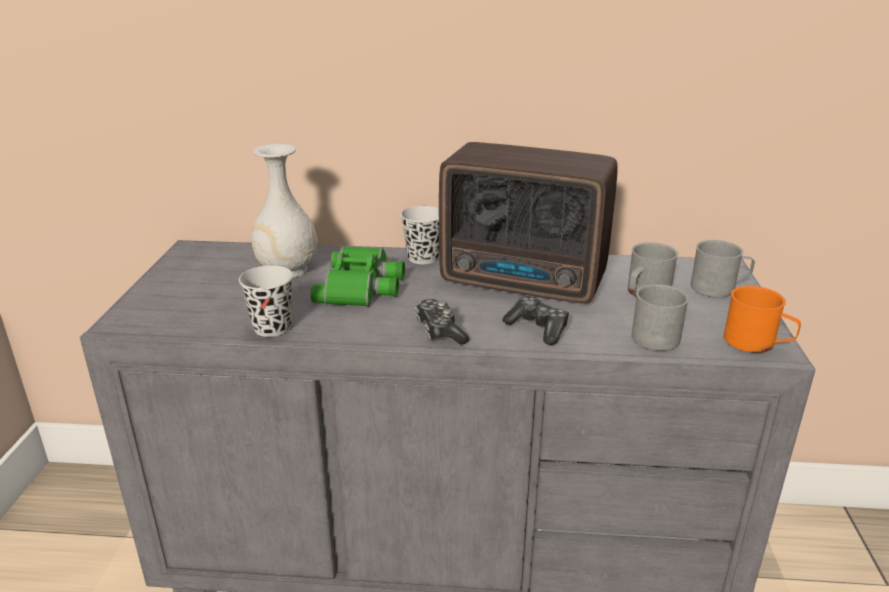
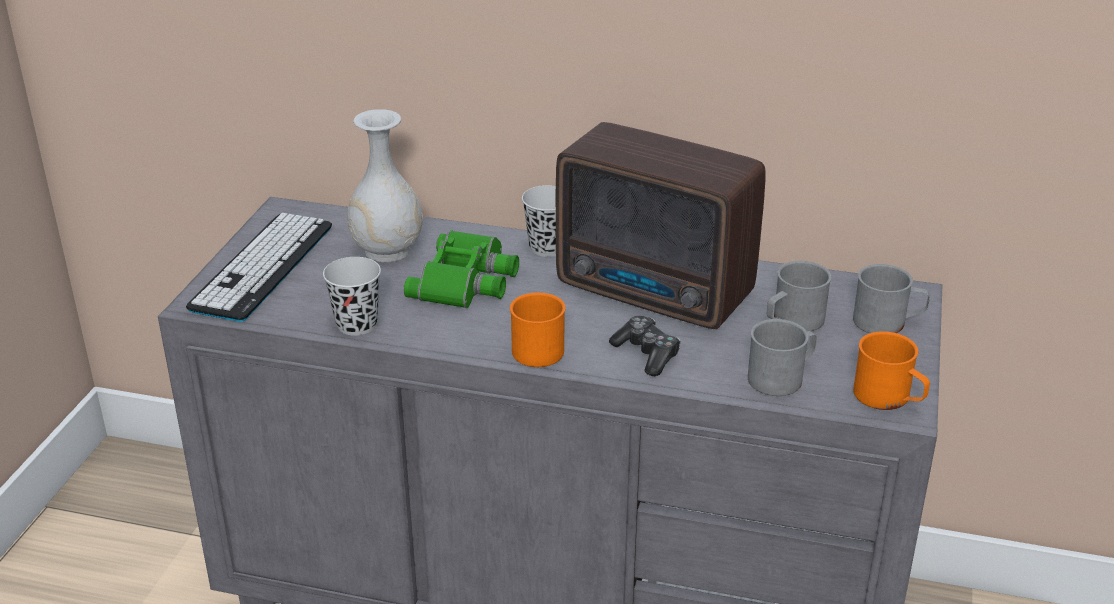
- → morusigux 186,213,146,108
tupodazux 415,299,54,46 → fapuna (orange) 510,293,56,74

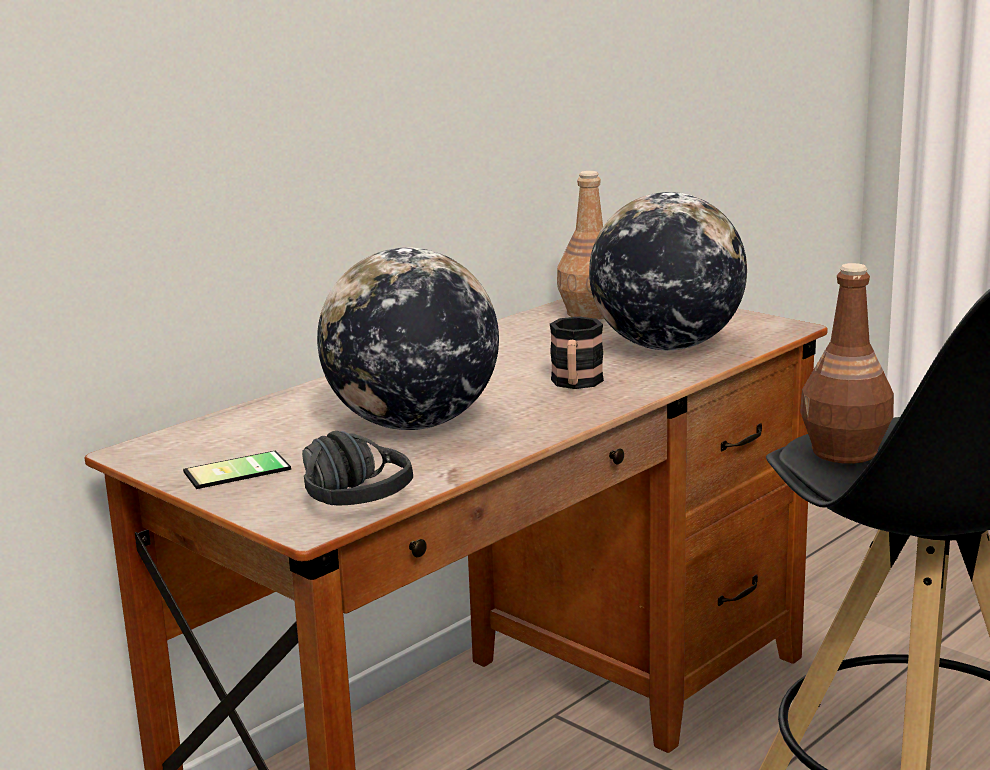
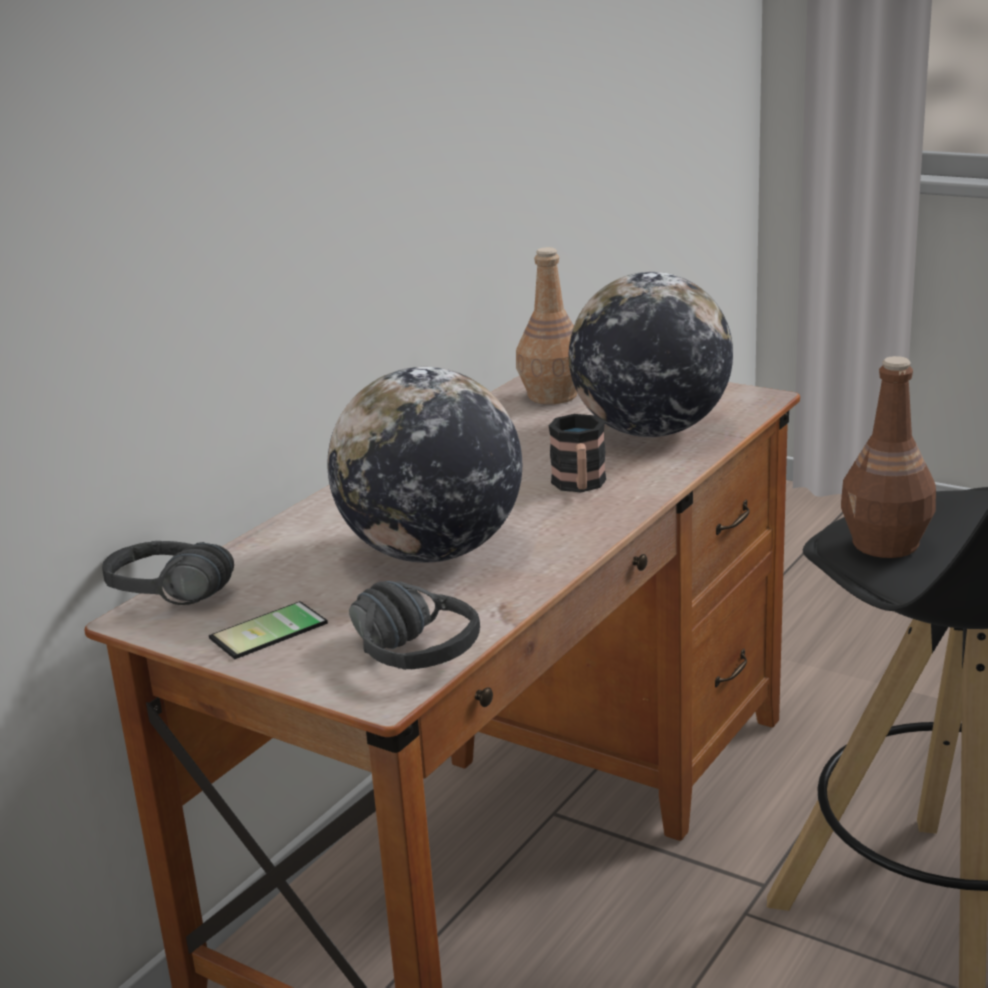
- → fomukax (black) 102,541,132,64

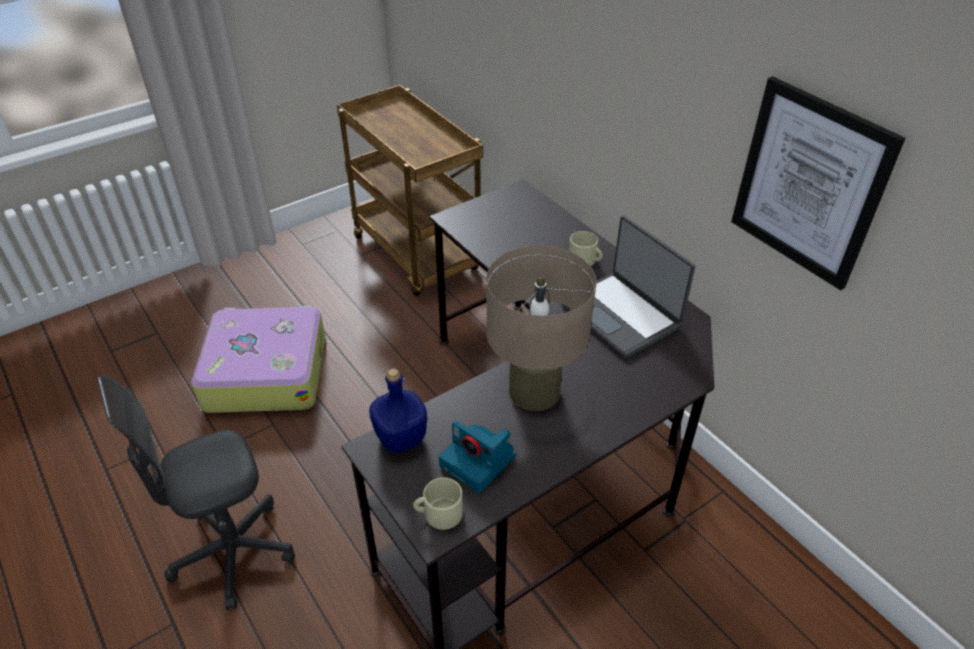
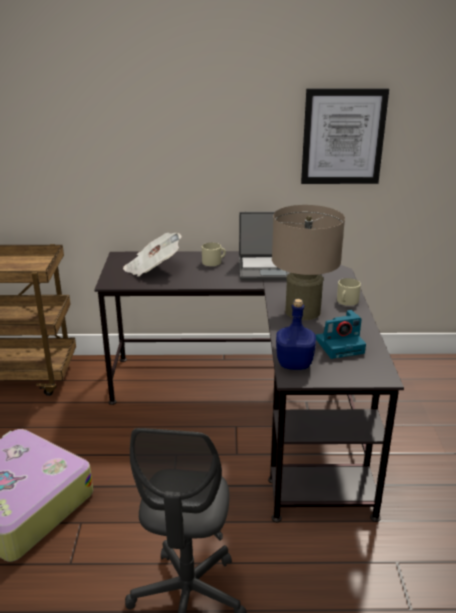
- → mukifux 123,233,59,44
fapuna (beige) 413,478,50,52 → fapuna (beige) 337,278,24,28, moved

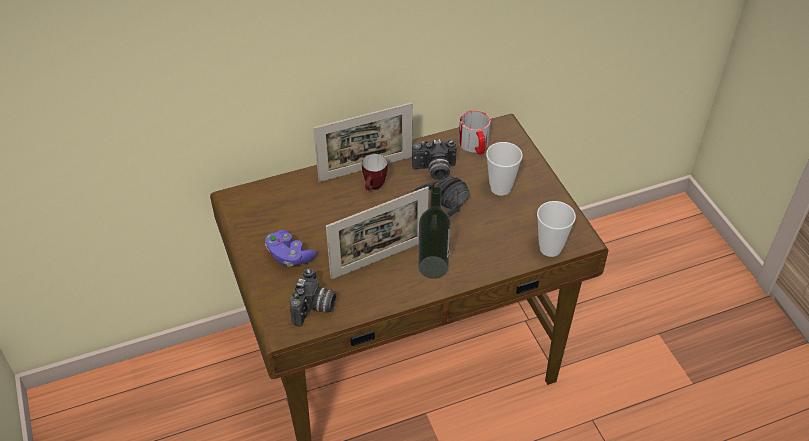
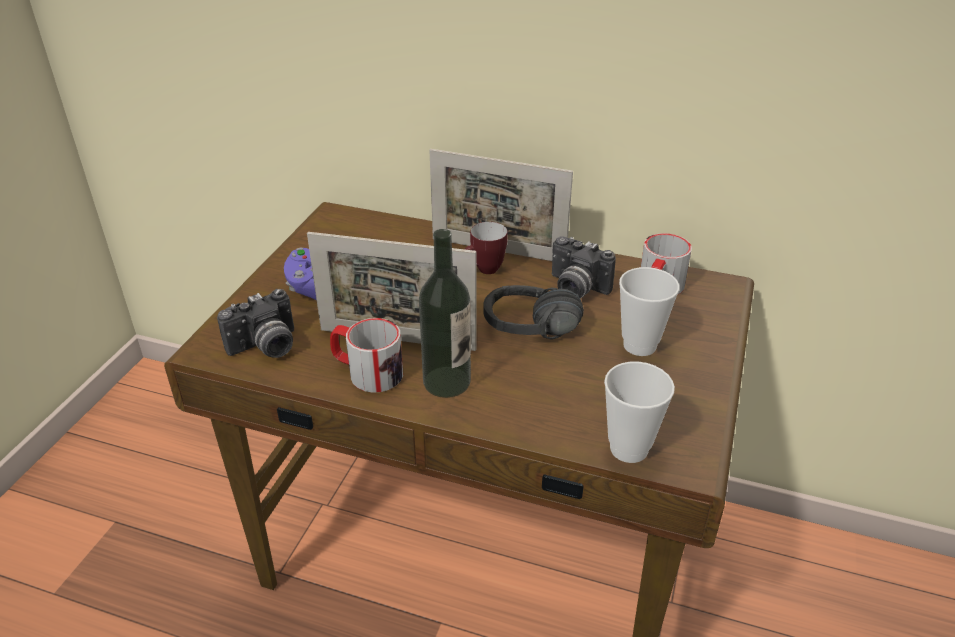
- → fapuna 330,318,73,75

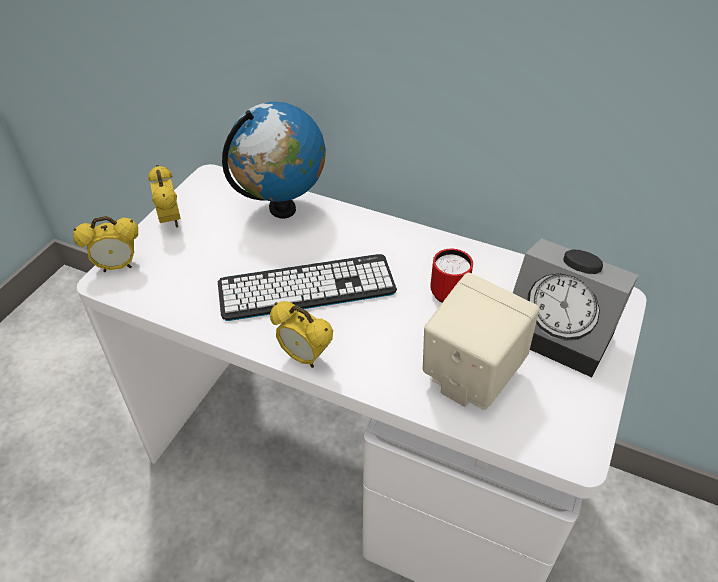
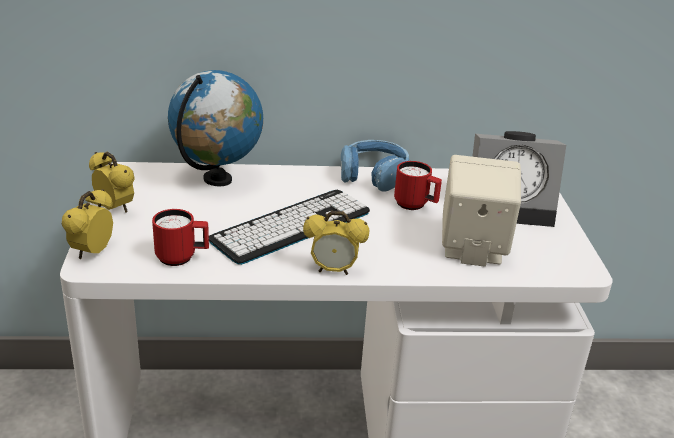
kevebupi 73,216,65,56 → kevebupi 62,189,51,70, 150 degrees clockwise
- → fapuna (red) 152,209,57,57
- → fomukax (blue) 341,140,68,52

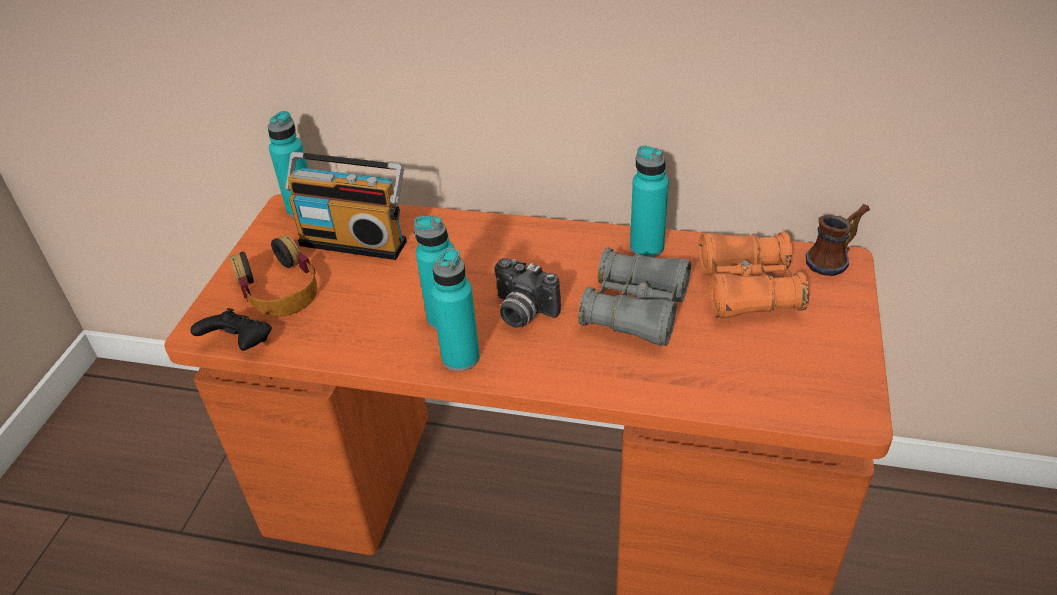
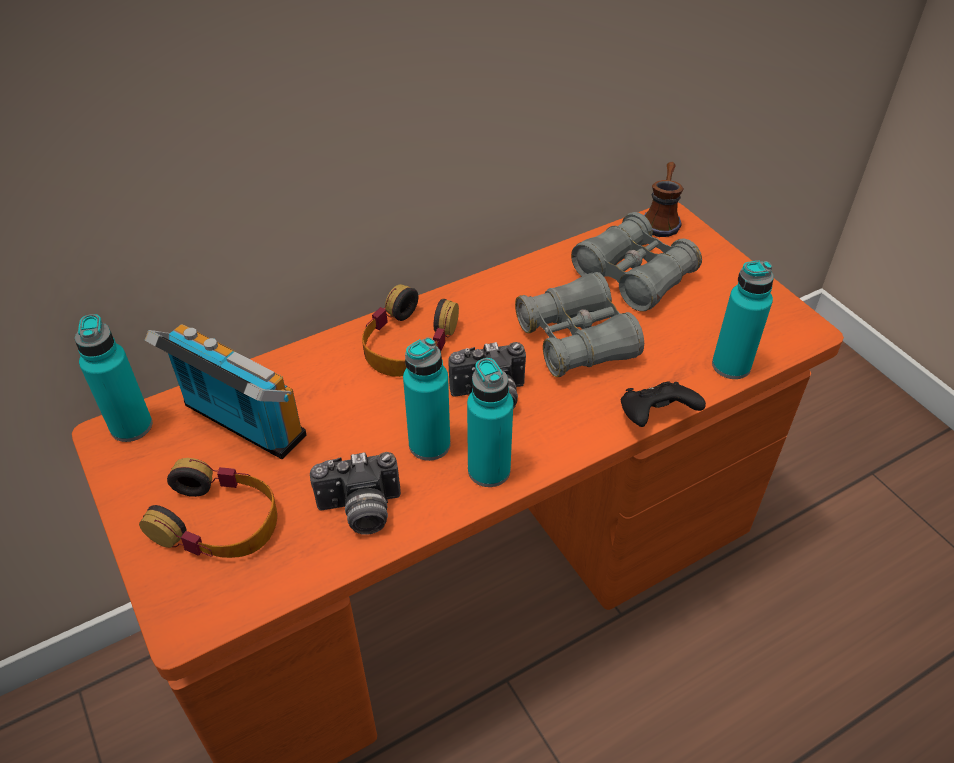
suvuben 285,152,122,108 → suvuben 145,324,162,135, 120 degrees counterclockwise
- → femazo 310,452,91,82
- → fomukax 362,284,97,93
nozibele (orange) 699,232,110,87 → nozibele (grey) 571,212,131,100
tupodazux (black) 191,308,81,43 → tupodazux (black) 621,382,85,45, moved
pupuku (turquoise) 630,145,39,113 → pupuku (turquoise) 712,261,62,118, moved

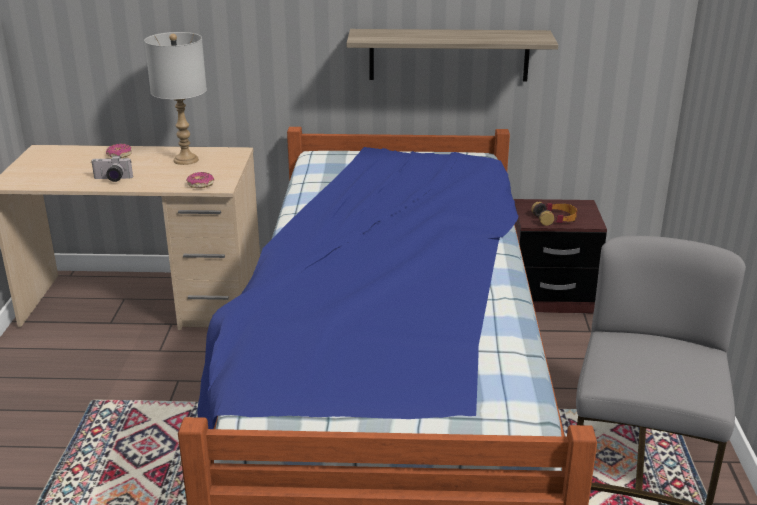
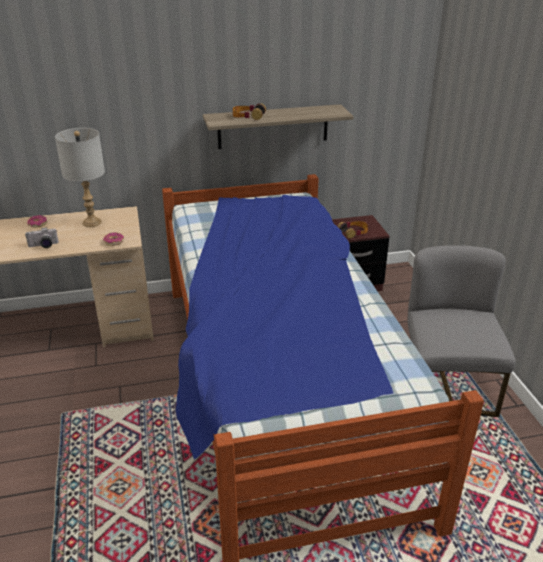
- → fomukax 233,103,33,17

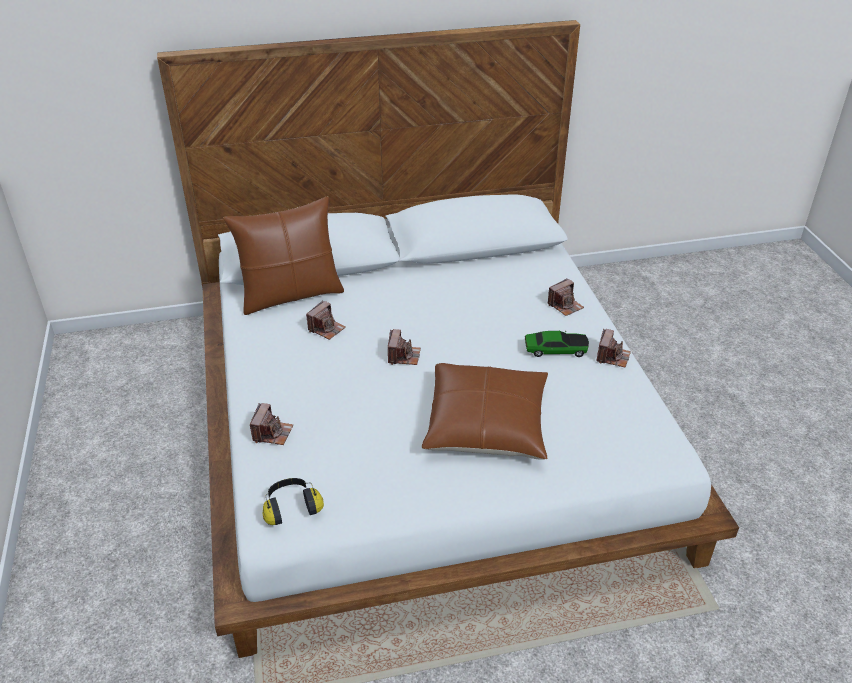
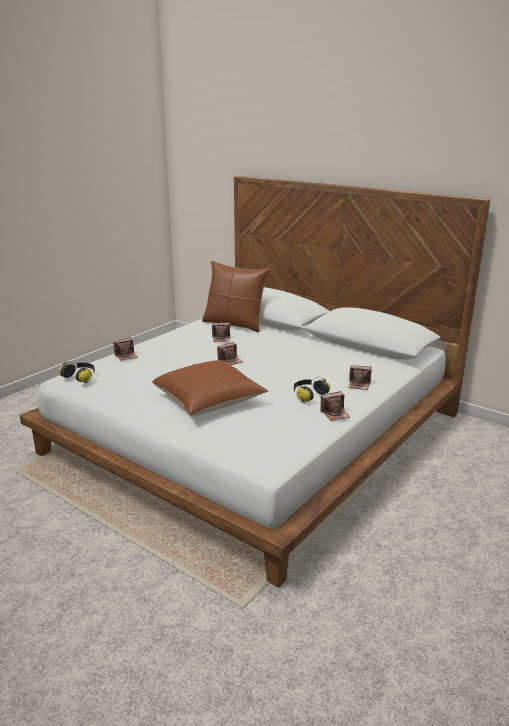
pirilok 525,330,64,27 → fomukax 294,377,36,26

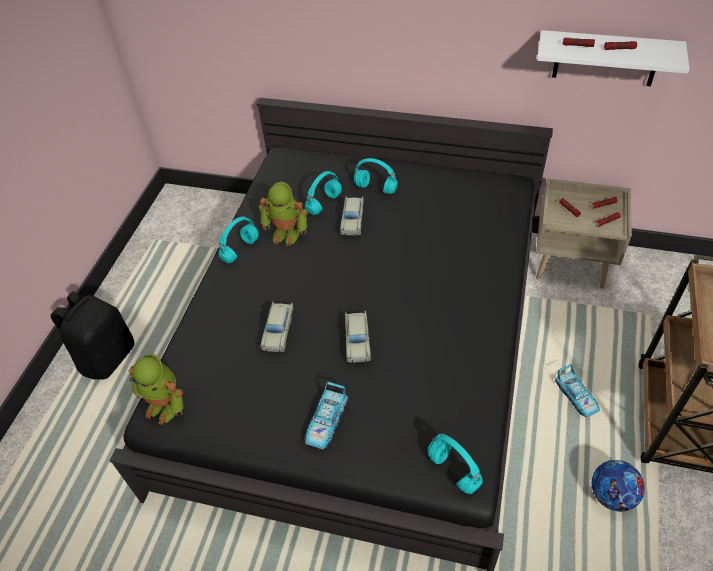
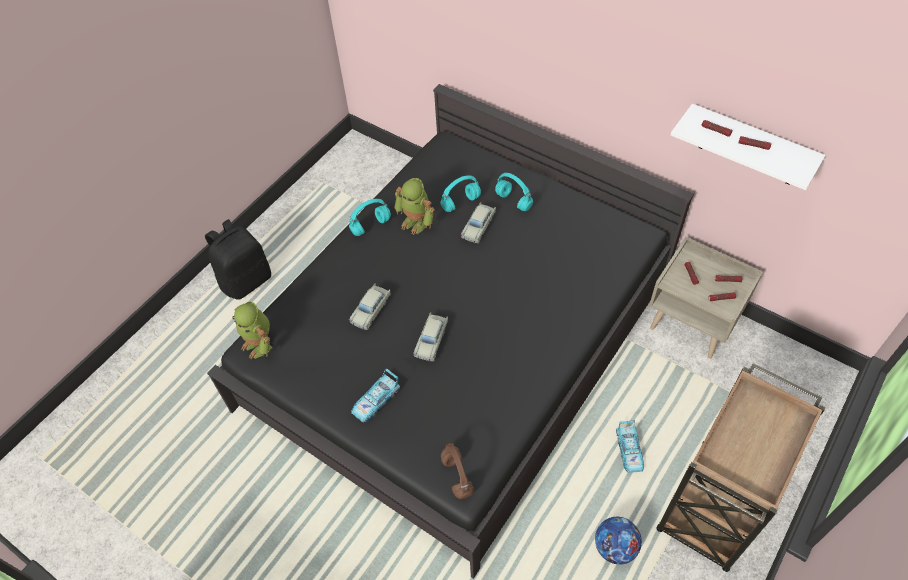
fomukax (turquoise) 428,434,55,60 → fomukax (brown) 441,443,33,56

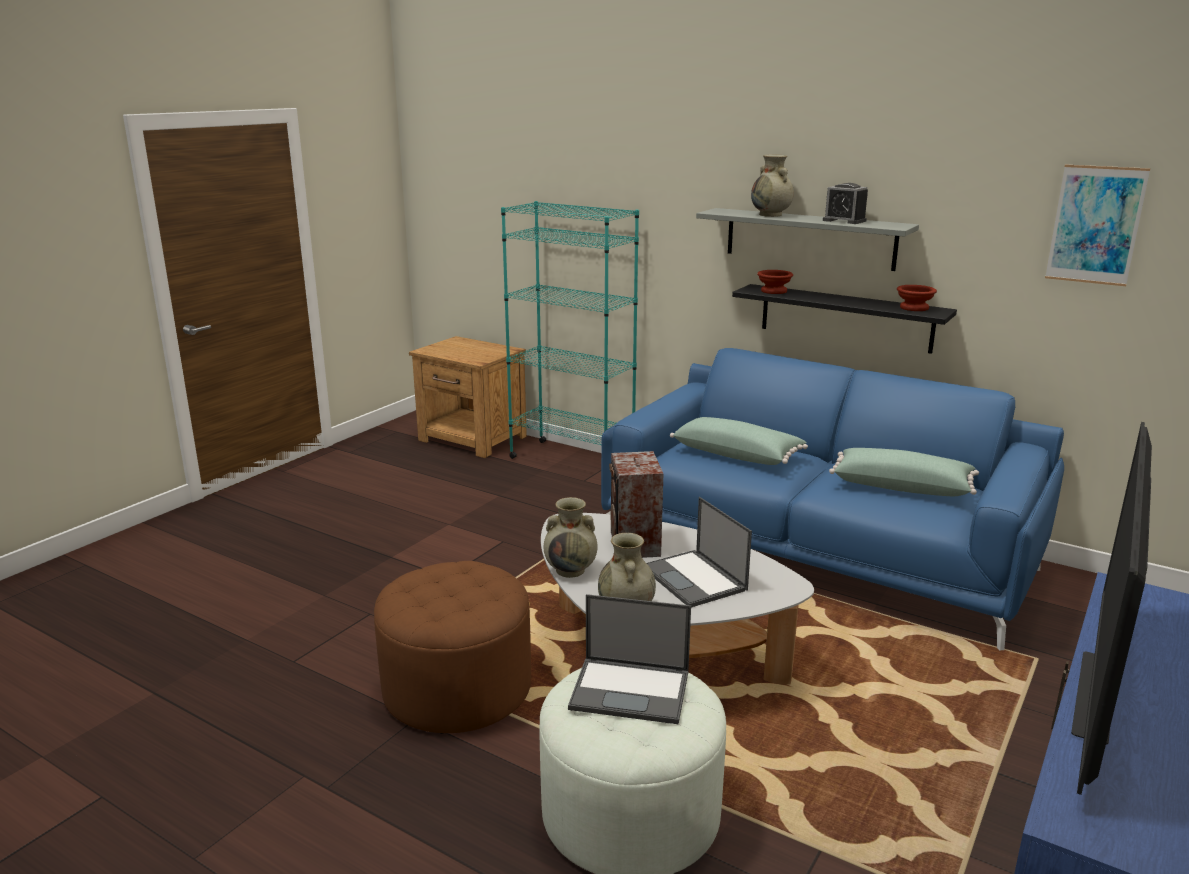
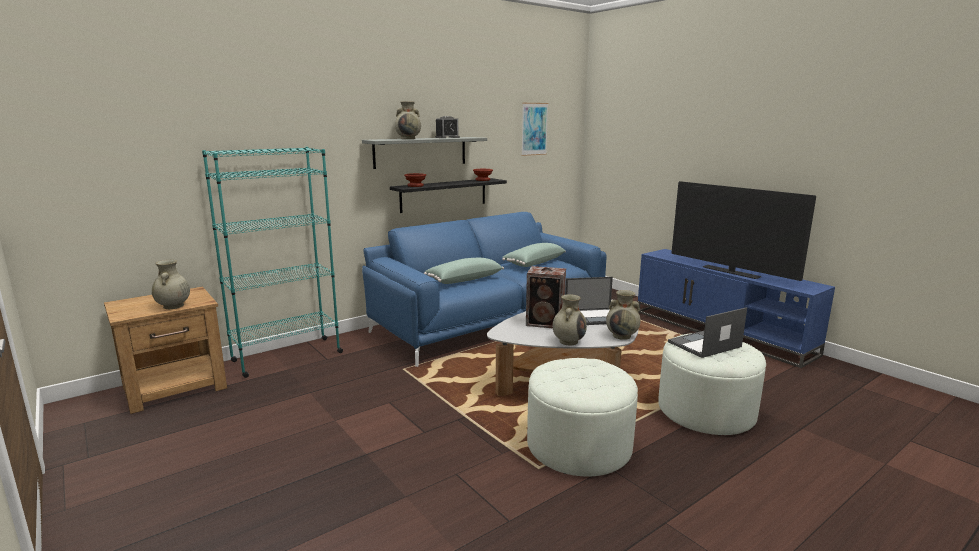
- → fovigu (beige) 152,260,38,49
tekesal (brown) 374,561,157,173 → tekesal (white) 527,358,111,119
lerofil 568,594,123,130 → lerofil 668,307,79,51, 150 degrees counterclockwise

